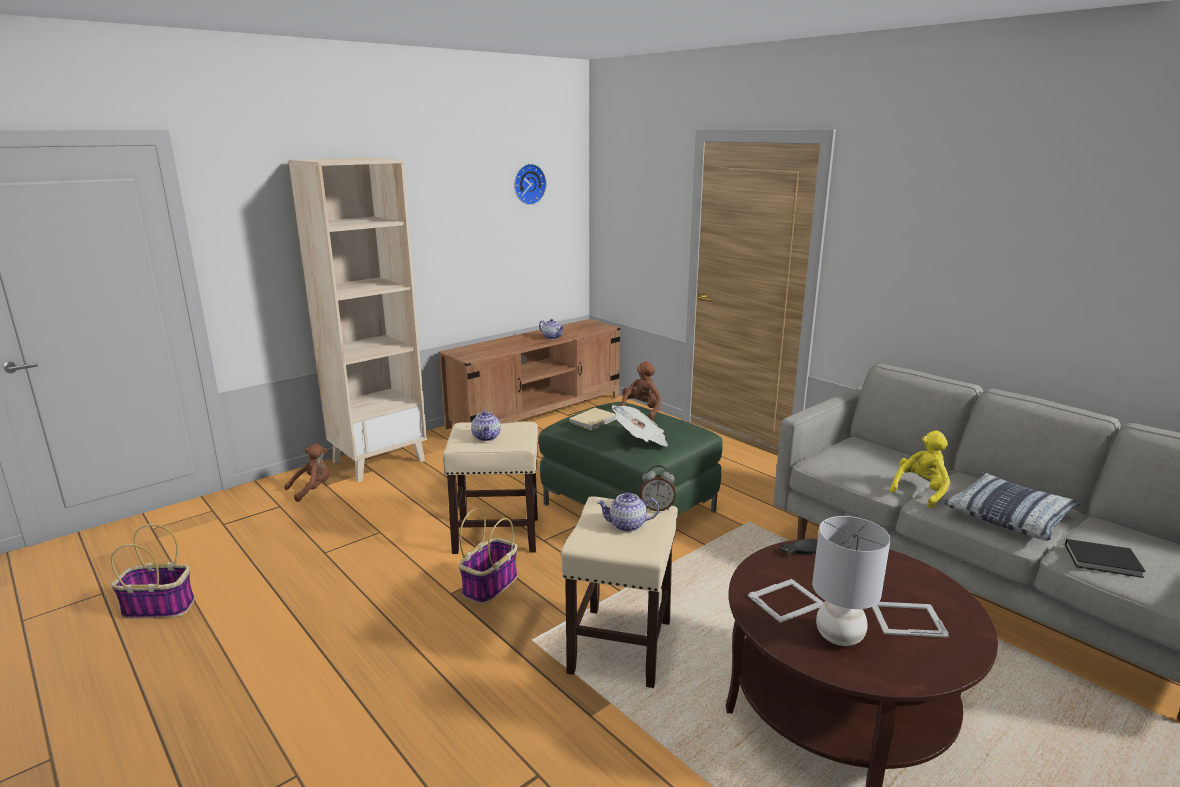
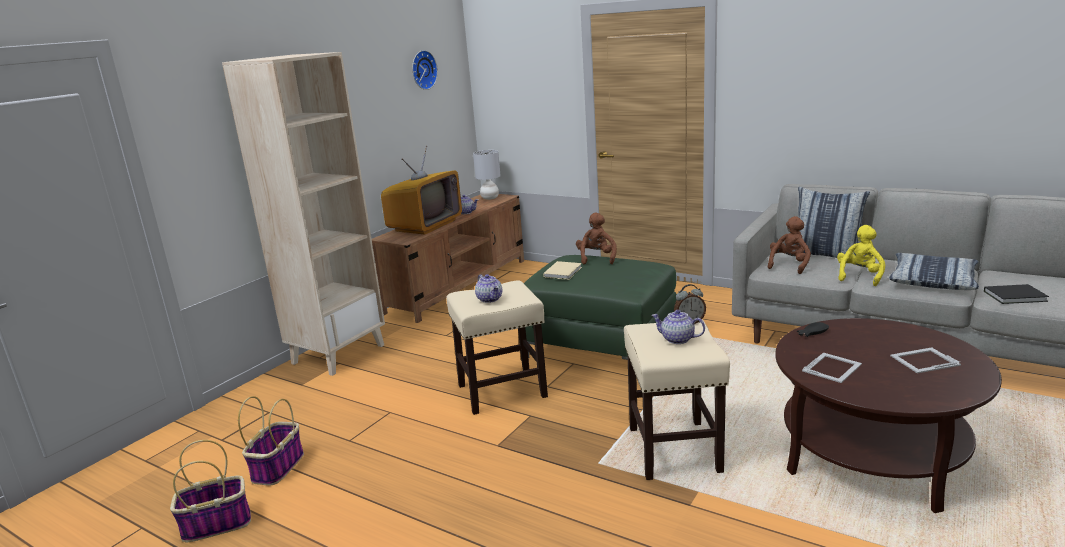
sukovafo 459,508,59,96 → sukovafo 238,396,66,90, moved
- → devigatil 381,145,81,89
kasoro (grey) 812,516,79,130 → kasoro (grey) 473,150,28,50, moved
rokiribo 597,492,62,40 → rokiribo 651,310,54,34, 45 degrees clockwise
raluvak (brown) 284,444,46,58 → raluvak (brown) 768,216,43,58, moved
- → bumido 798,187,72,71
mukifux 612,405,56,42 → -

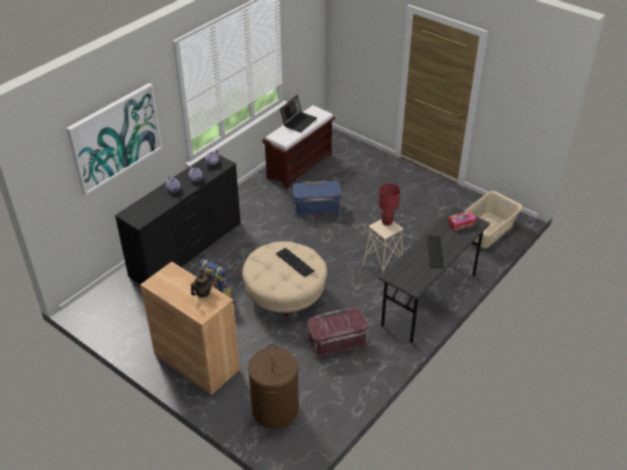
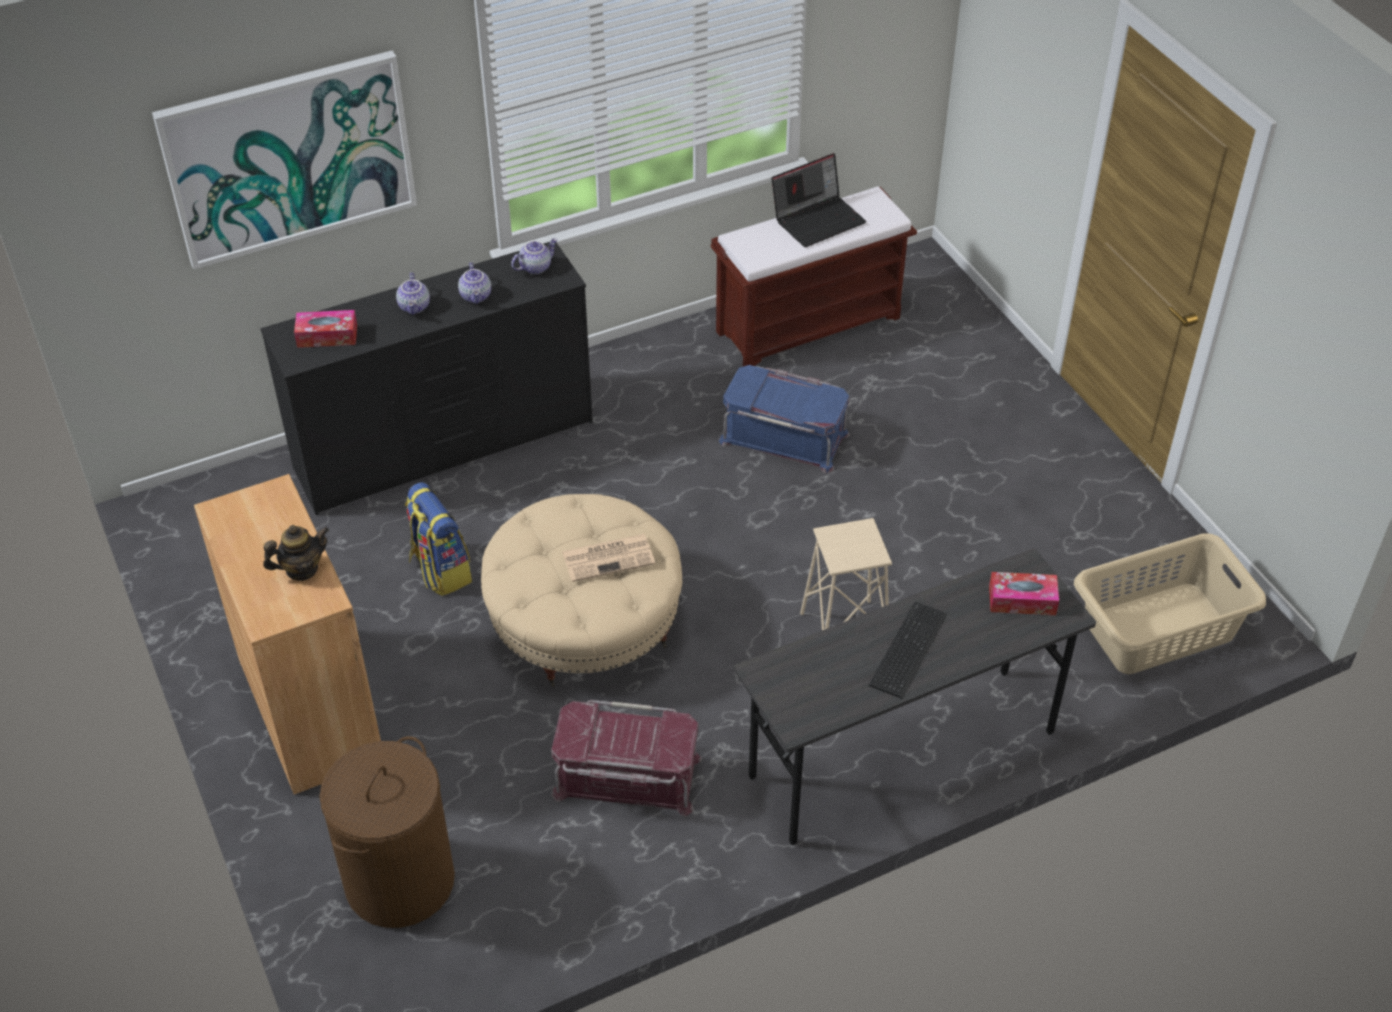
- → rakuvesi 294,310,63,38
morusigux 276,248,38,29 → mukifux 562,534,93,48
kasoro (red) 378,183,22,43 → -

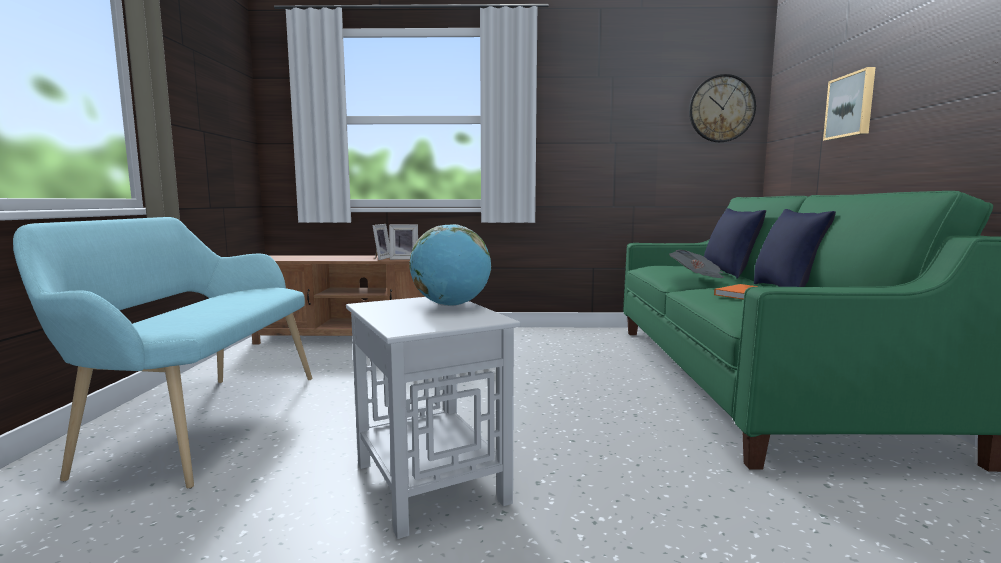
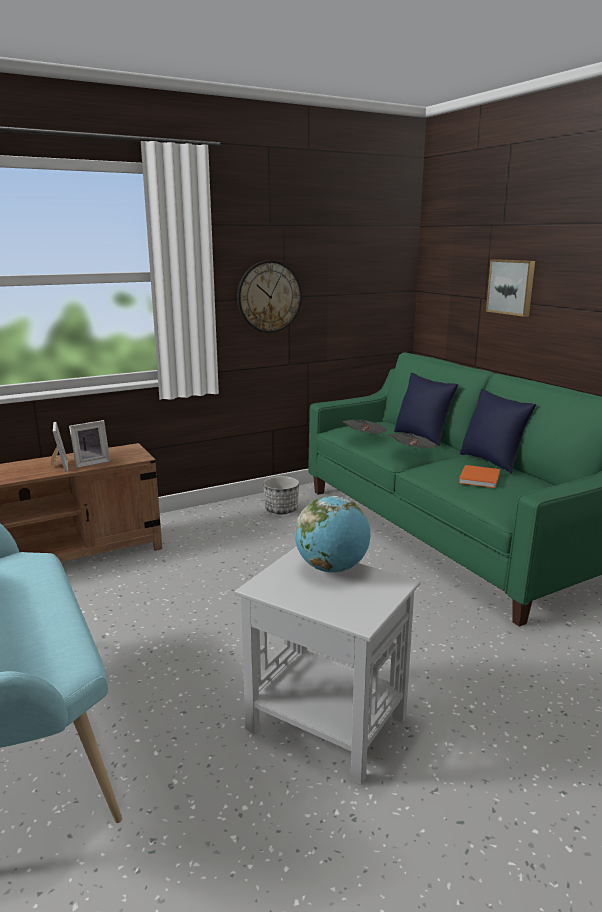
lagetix 689,74,67,68 → lagetix 237,260,65,73, moved
- → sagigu 263,476,36,39
- → mukifux 342,419,45,15

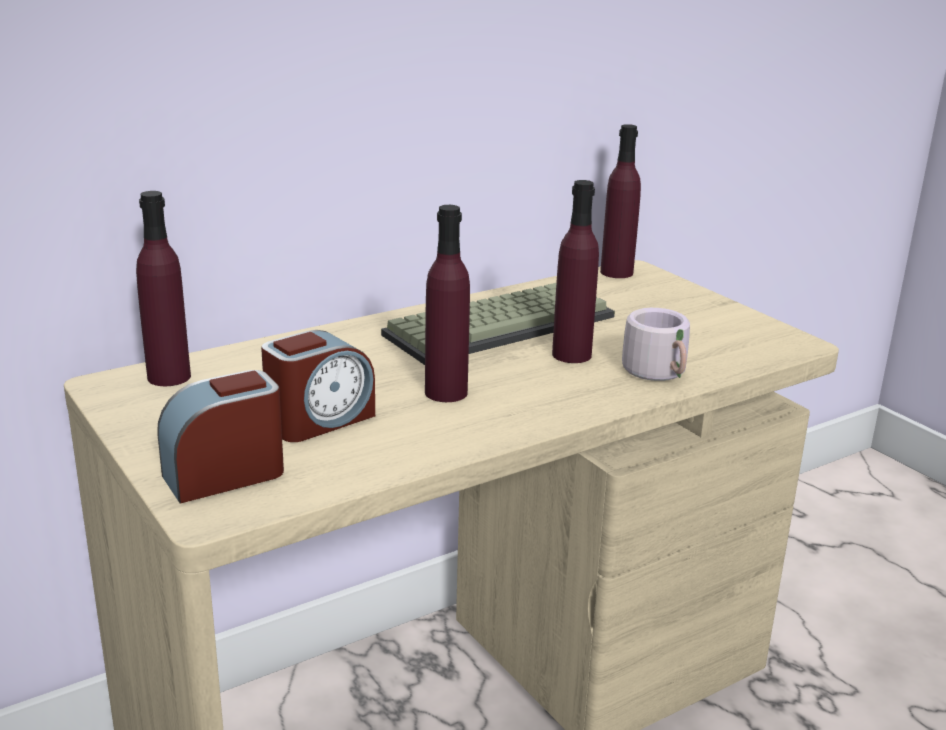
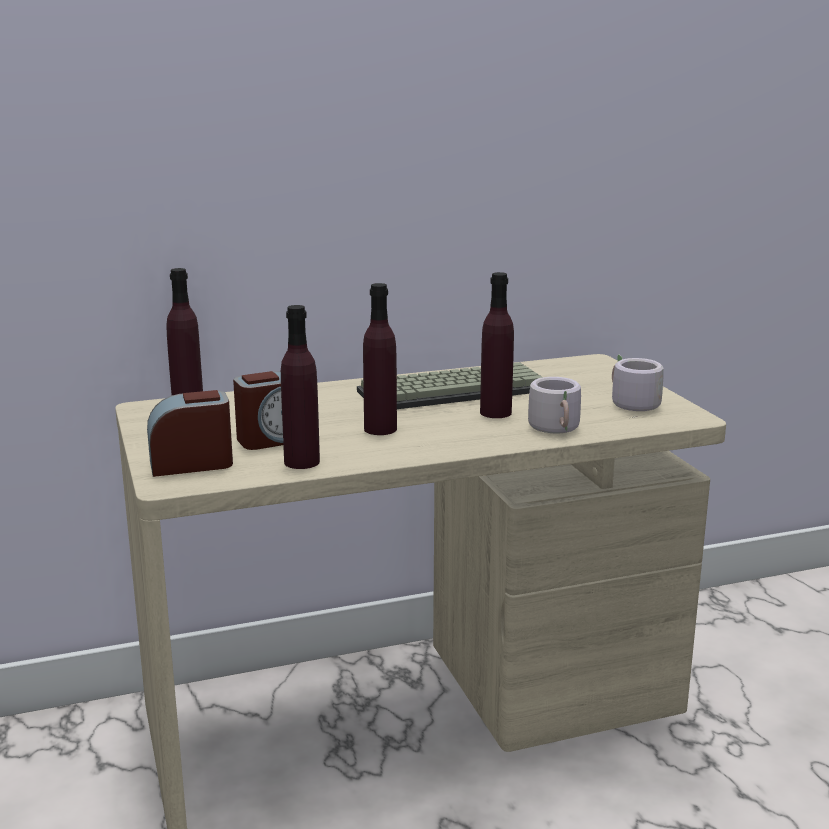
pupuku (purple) 600,124,41,154 → pupuku (purple) 281,305,39,164, moved
- → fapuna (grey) 612,354,51,64

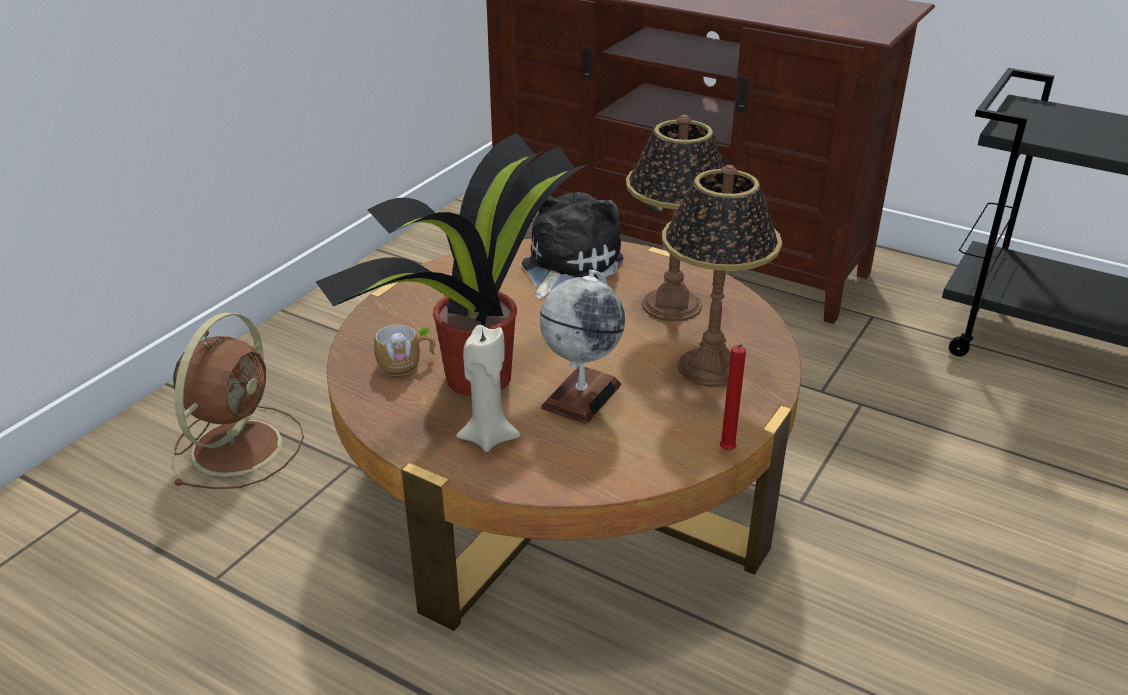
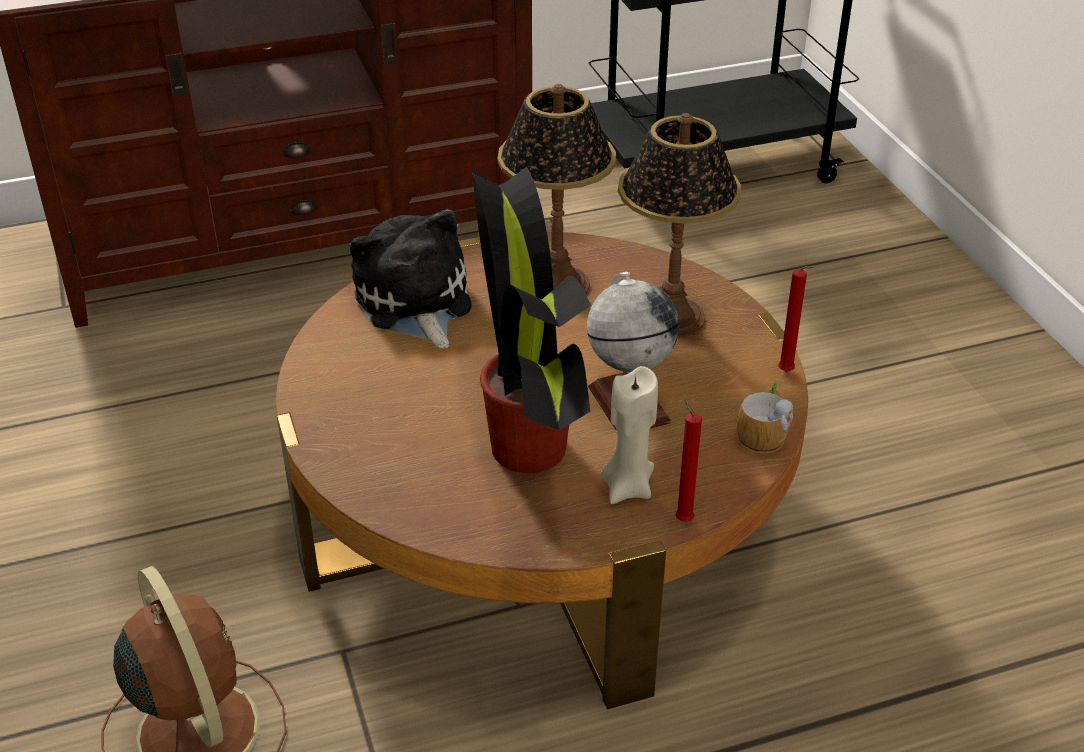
- → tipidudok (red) 675,397,27,125
fapuna 374,324,62,52 → fapuna 737,381,57,72, moved

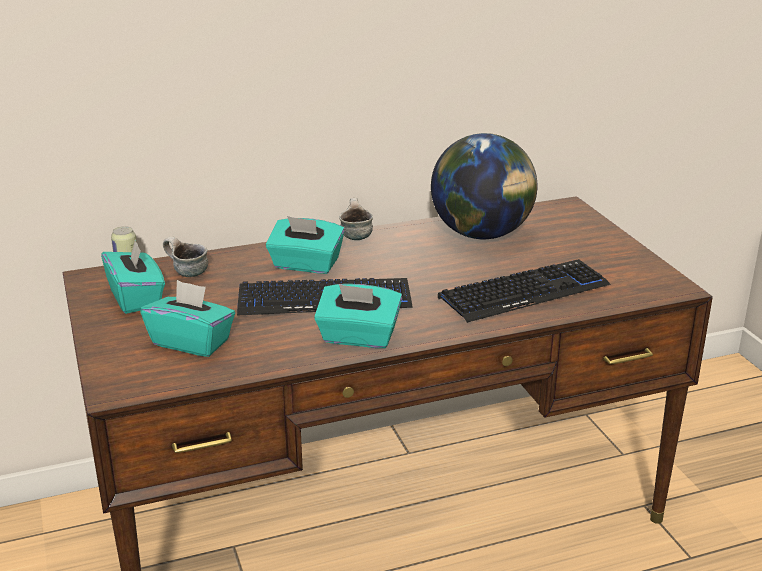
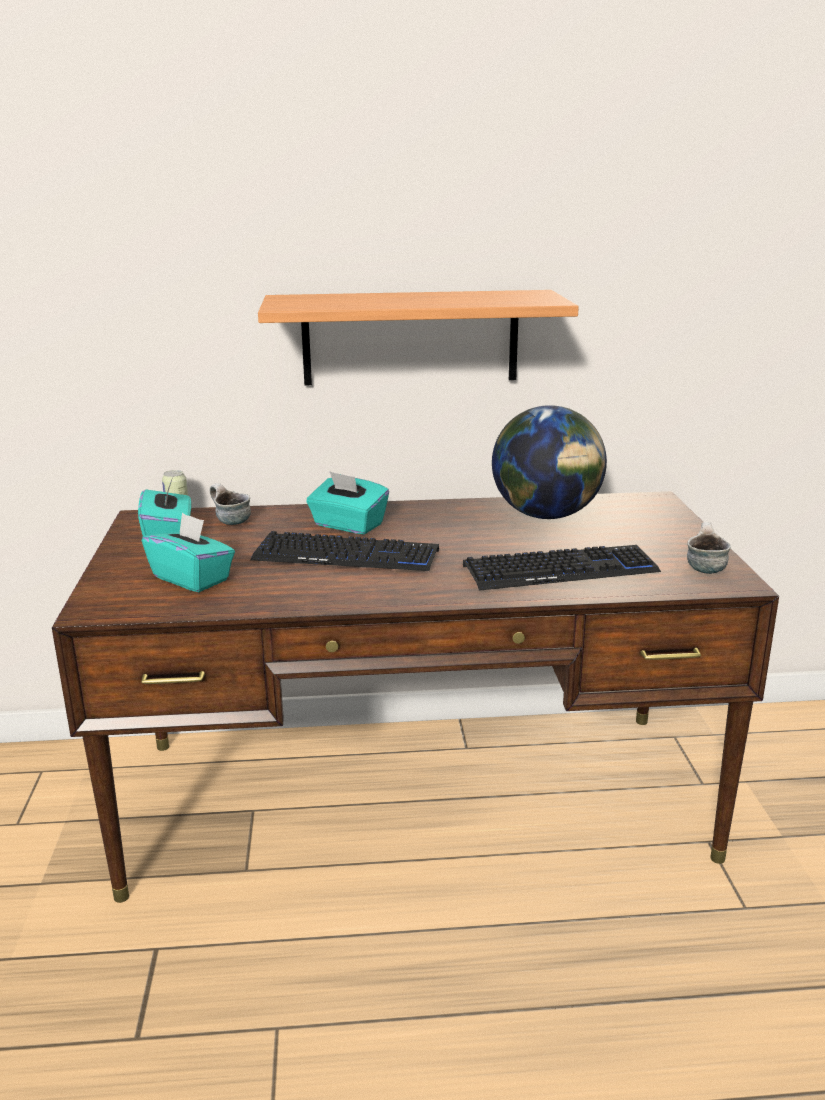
- → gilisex 258,290,321,95
fapuna 339,198,34,42 → fapuna 687,522,44,52, moved
rakuvesi (turquoise) 314,284,88,64 → -

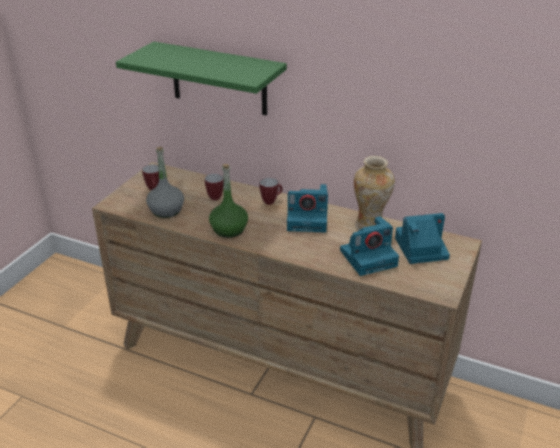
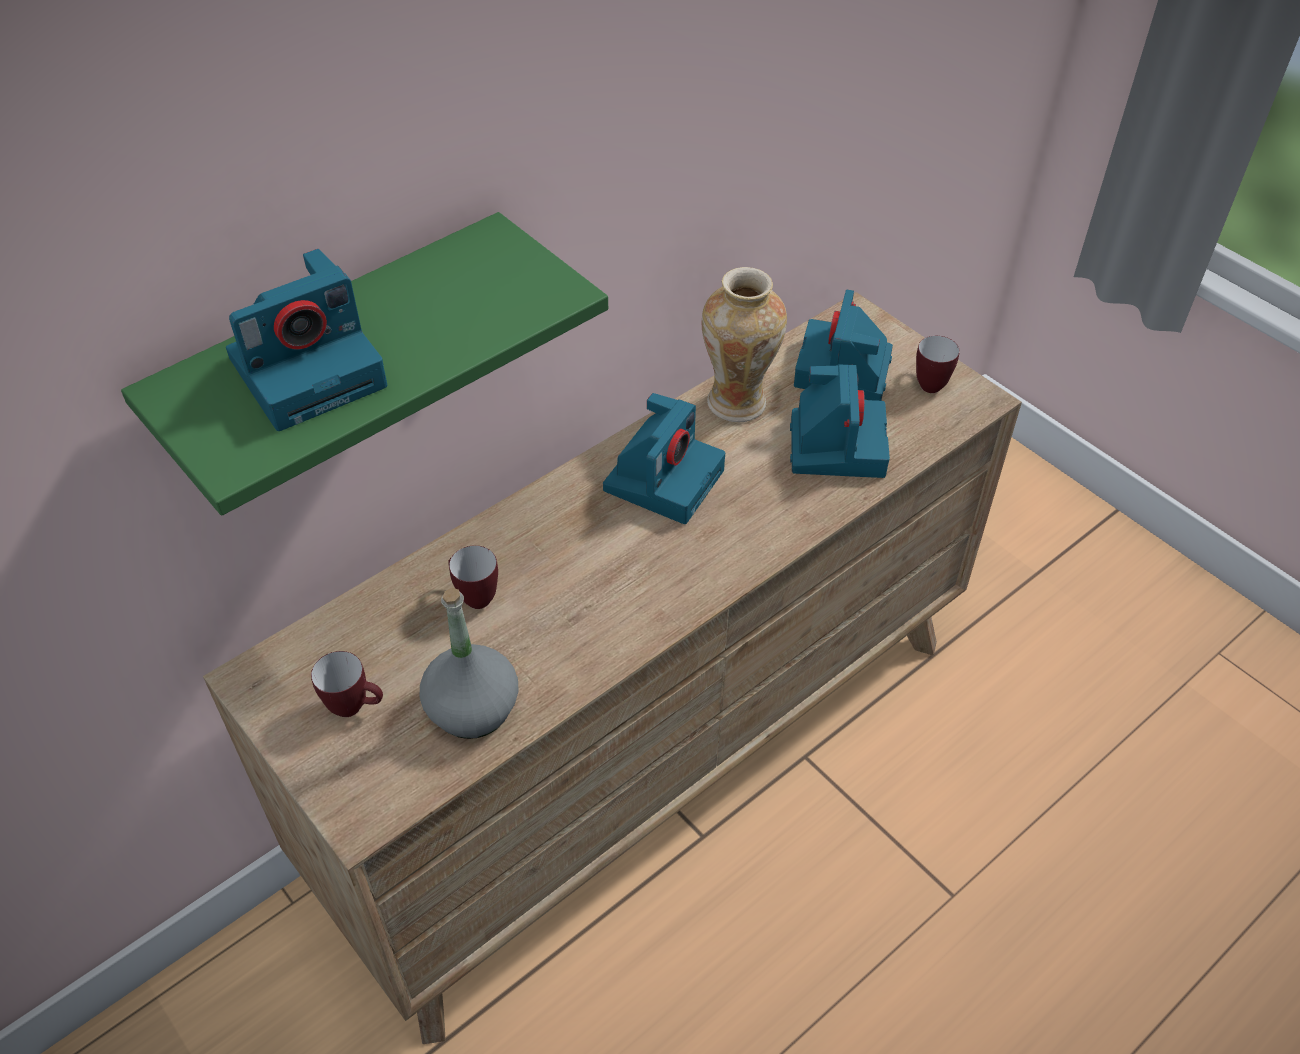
- → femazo 226,249,161,182
fapuna 259,178,24,27 → fapuna 916,336,44,57, moved
pupuku (green) 209,164,39,74 → -

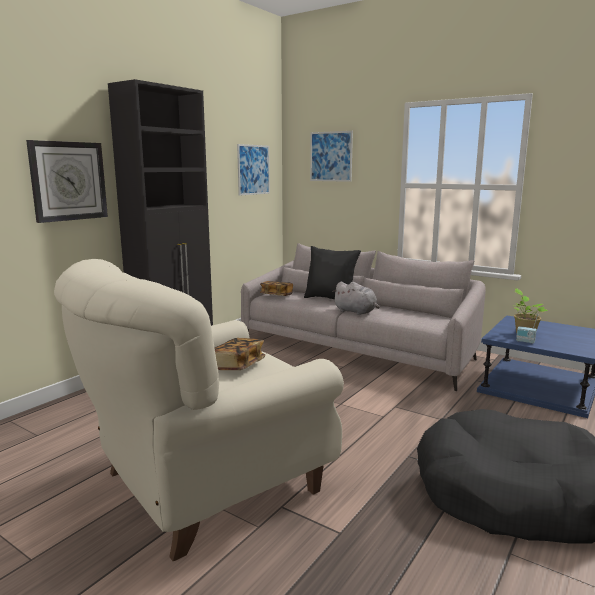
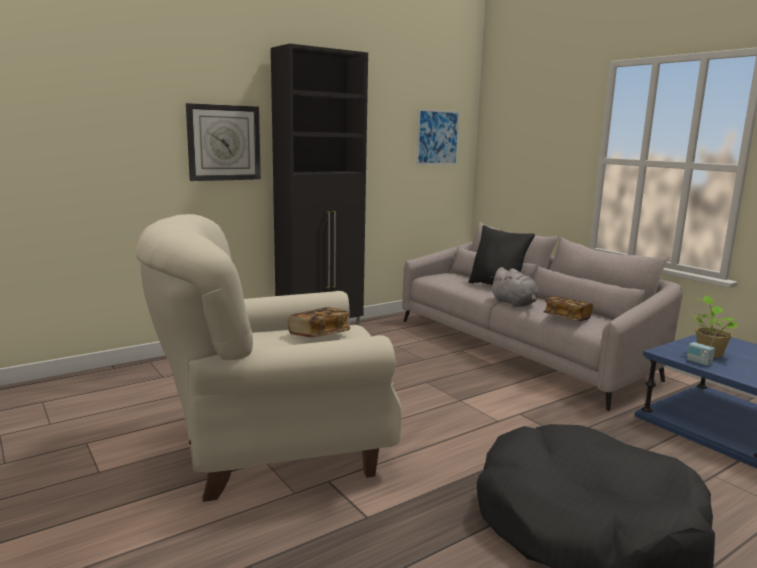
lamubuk 260,281,33,15 → lamubuk 543,296,50,25, moved
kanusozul 310,131,43,51 → -

